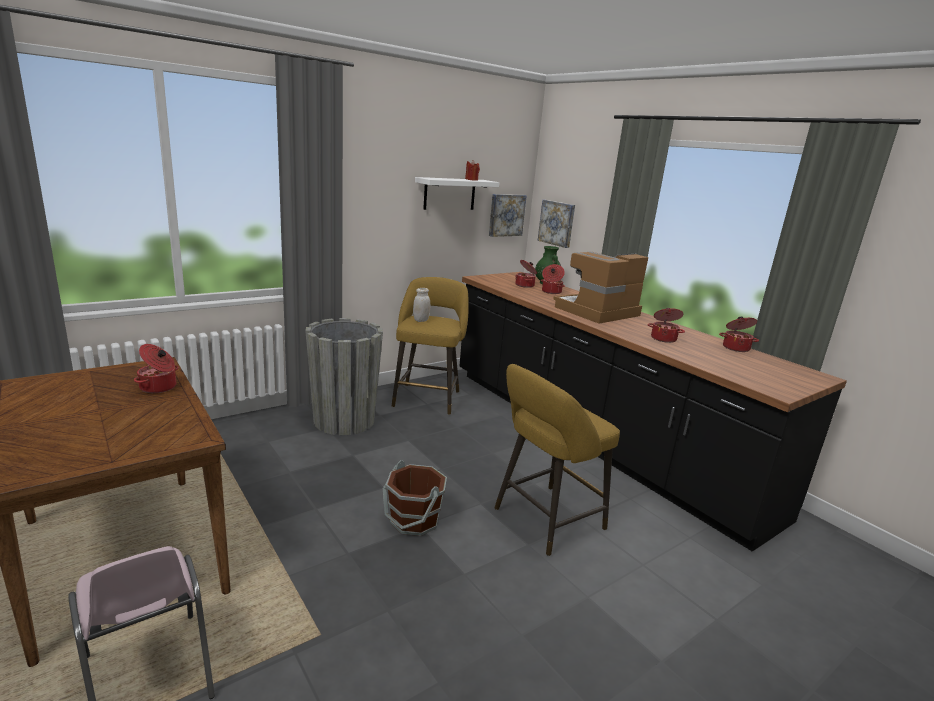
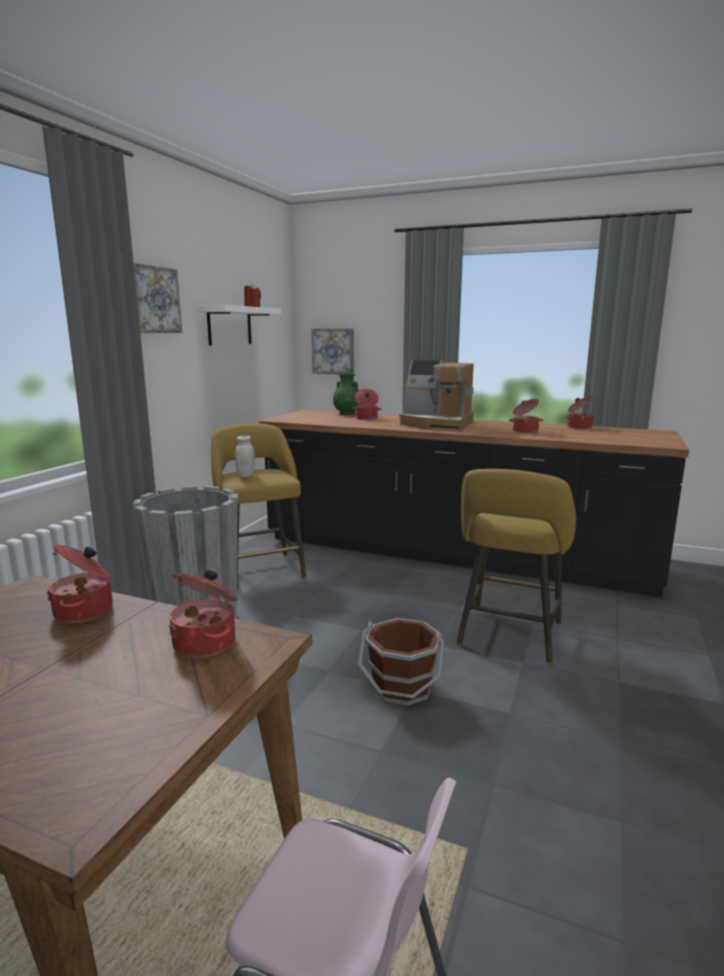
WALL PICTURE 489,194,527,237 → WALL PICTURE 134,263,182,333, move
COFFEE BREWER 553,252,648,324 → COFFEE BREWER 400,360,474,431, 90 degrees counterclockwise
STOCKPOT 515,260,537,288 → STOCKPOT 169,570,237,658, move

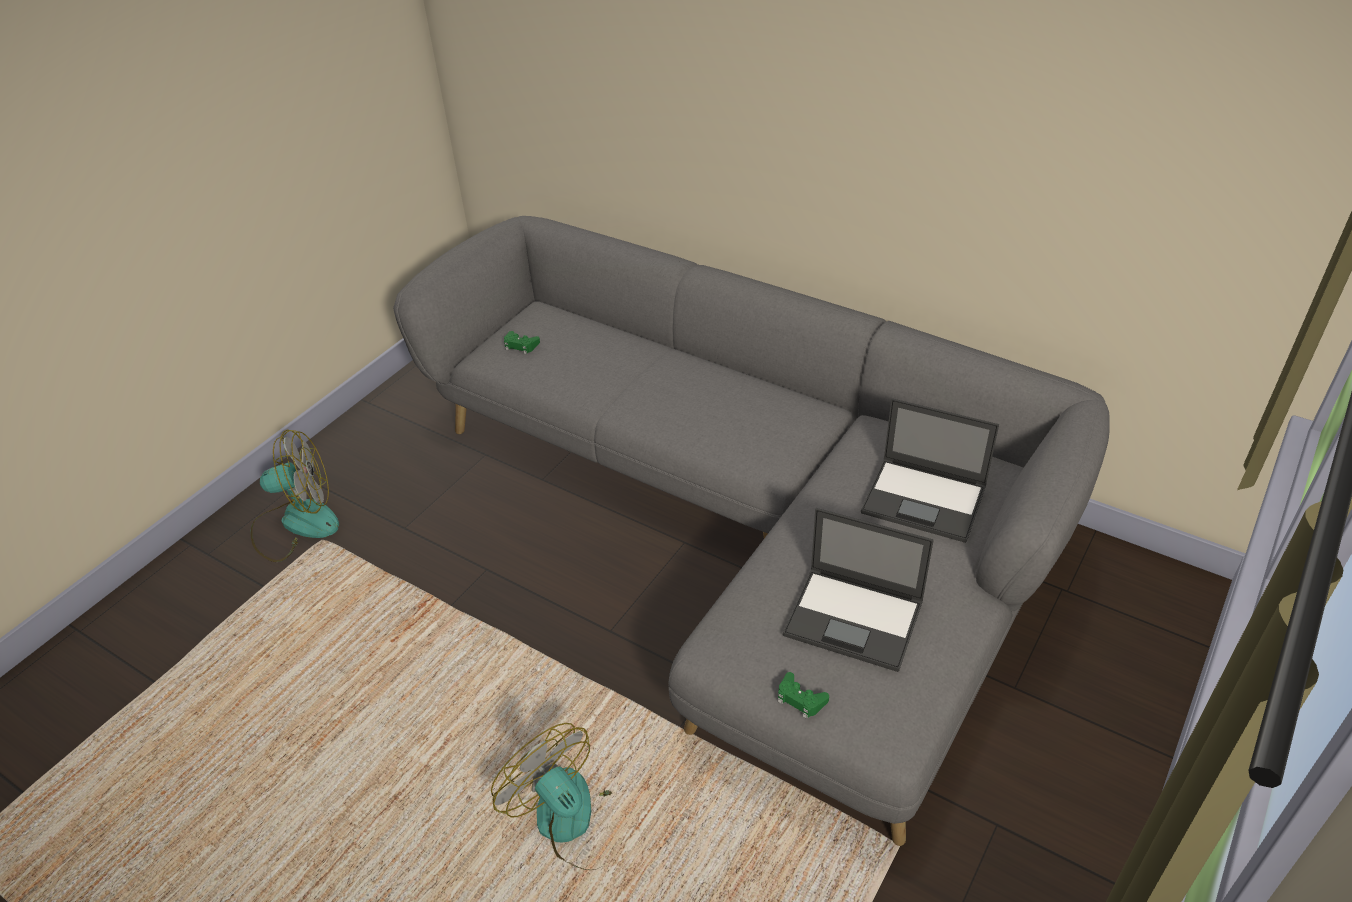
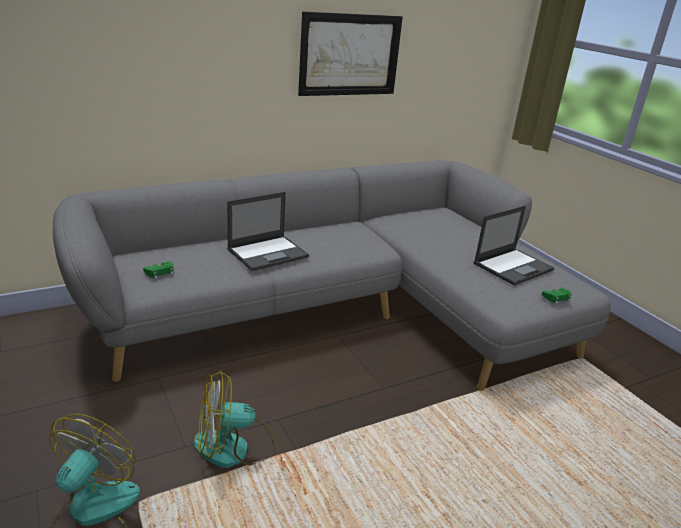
PORTABLE COMPUTER 861,398,999,543 → PORTABLE COMPUTER 227,192,309,271, move
ELECTRIC FAN 491,723,612,870 → ELECTRIC FAN 194,371,277,468, move
- → WALL PICTURE 298,12,403,96

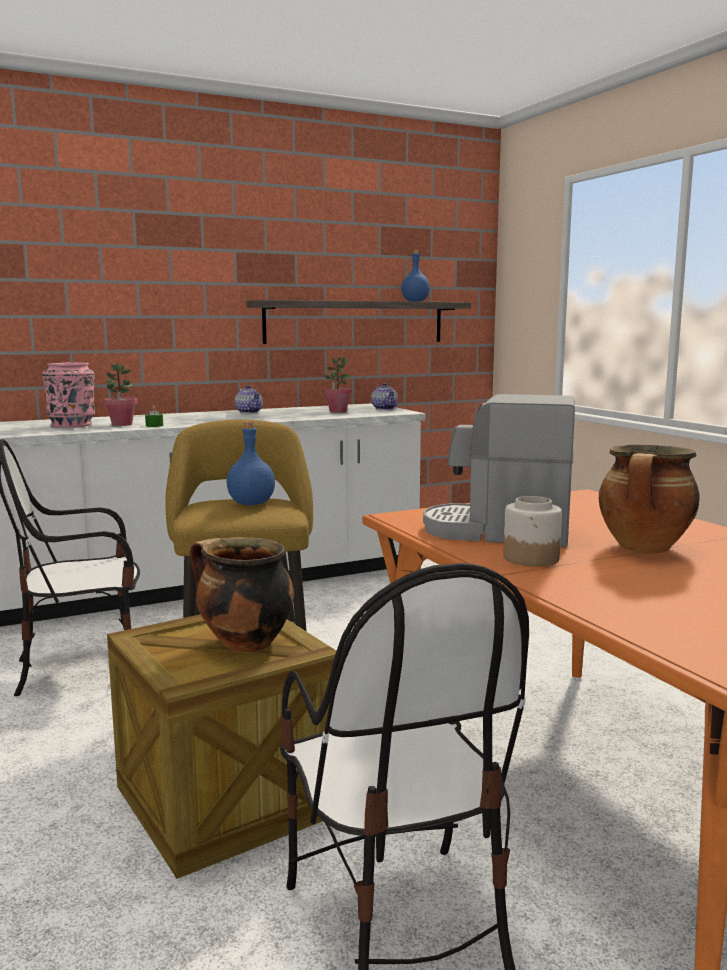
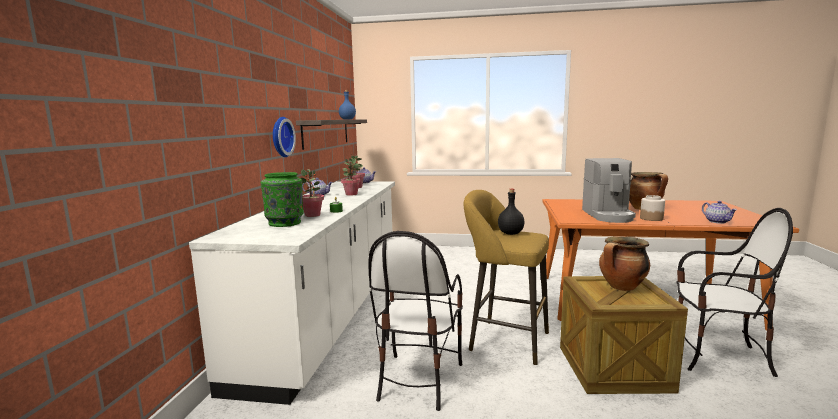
PINK-COLOURED VASE 42,362,95,428 → GREEN VASE 261,172,304,227
COFFEE BREWER 423,394,575,547 → COFFEE BREWER 582,158,636,223, 45 degrees counterclockwise
BLUE DRINK BOTTLE 227,422,275,505 → BLACKISH DRINK BOTTLE 498,189,525,235
- → CLOCK ON THE WALL 273,117,296,157
- → HOUSEPLANT 341,158,361,196
- → TEAPOT 702,201,737,224

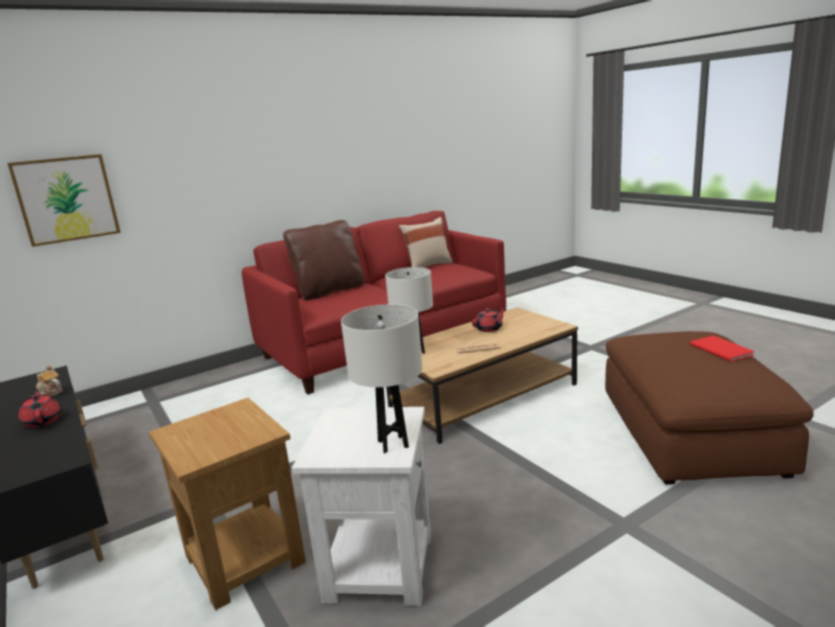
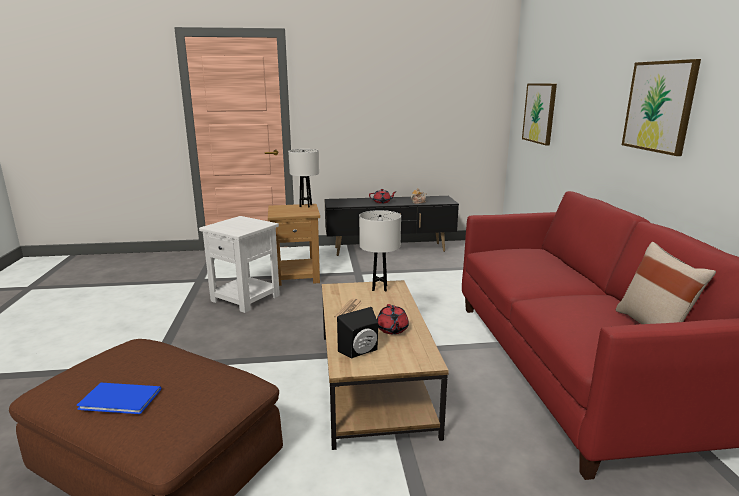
BROWN CUSHION 283,220,365,301 → -
WHITE TABLE LAMP 341,305,422,454 → WHITE TABLE LAMP 288,149,319,207, move
REDDISH BOUND BOOK 689,336,755,362 → BLUE BOUND BOOK 77,383,161,414
- → WALL PICTURE 622,59,701,156
- → BLACKISH AUDIO SPEAKER 337,307,378,358

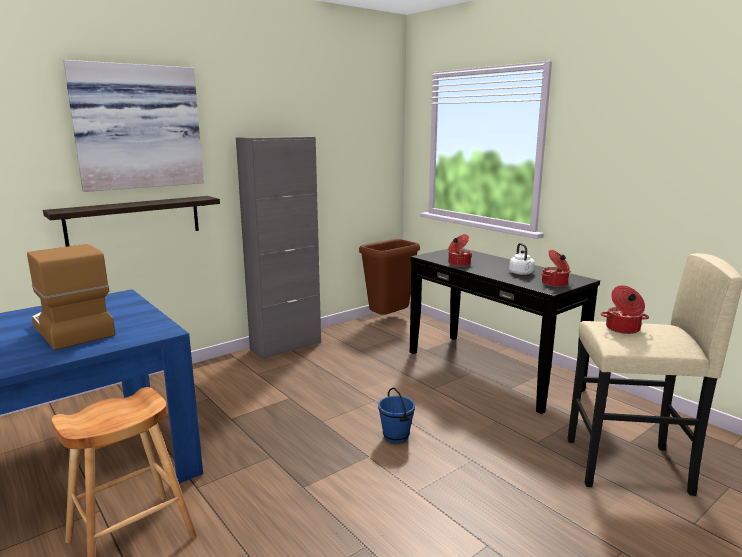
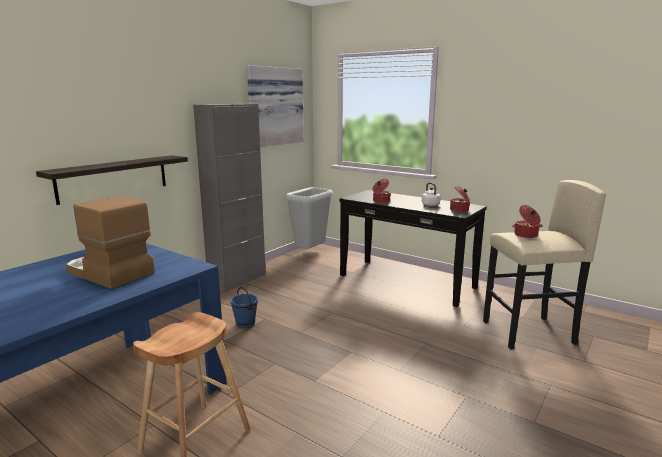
WALL PICTURE 63,60,204,192 → WALL PICTURE 247,65,304,147, move
BROWN TRASH CAN 359,239,420,315 → GREY TRASH CAN 286,187,333,249
BLUE PAIL 378,388,415,444 → BLUE PAIL 230,287,258,328, move

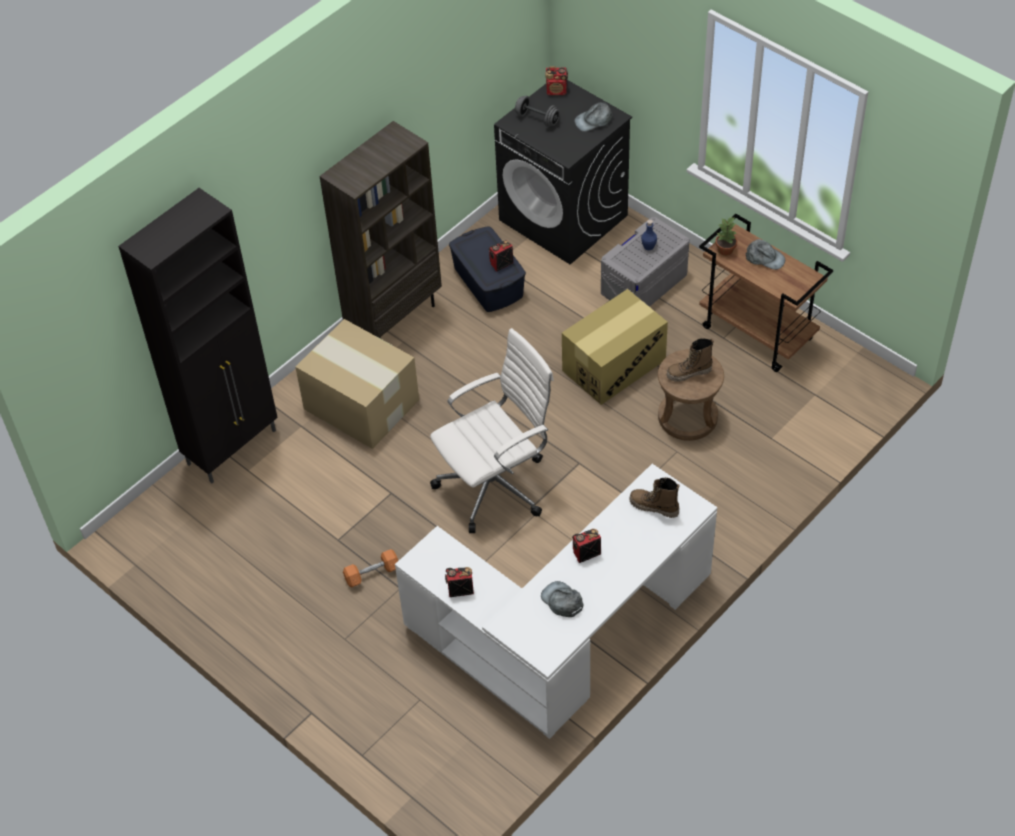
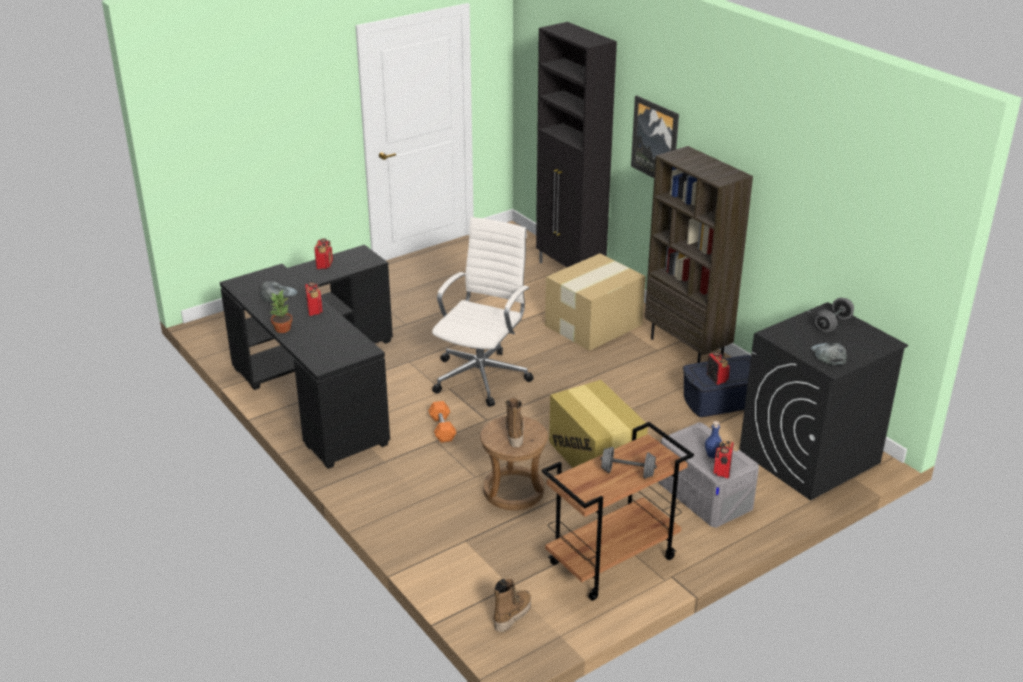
RADIO RECEIVER 545,66,568,95 → RADIO RECEIVER 713,441,734,478, move
HOUSEPLANT 715,217,737,256 → HOUSEPLANT 270,291,292,333, move
GREY PEAKED CAP 746,239,785,270 → GREY HAND WEIGHT 601,447,657,479
WHITE DESK CHAIR 430,328,554,533 → WHITE DESK CHAIR 432,217,534,407, 135 degrees counterclockwise
WHITE DESK TABLE 395,464,717,739 → BLACKISH DESK TABLE 220,245,393,469
HIGH-TOP BOOT 629,477,680,518 → HIGH-TOP BOOT 493,579,531,632, move
ORANGEY HAND WEIGHT 343,549,398,588 → ORANGEY HAND WEIGHT 428,401,456,443, move
- → WALL PICTURE 631,95,679,178

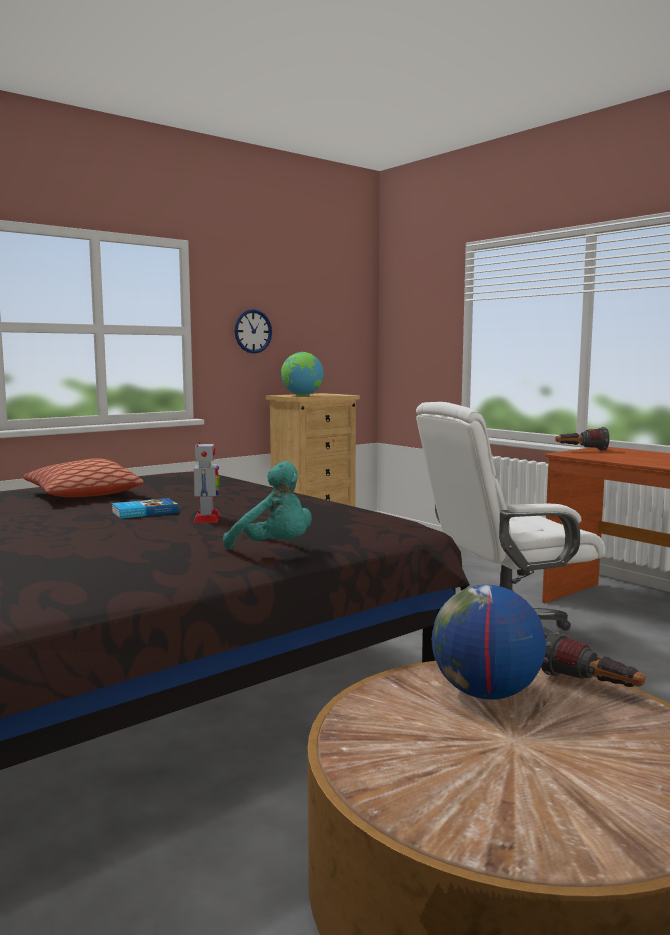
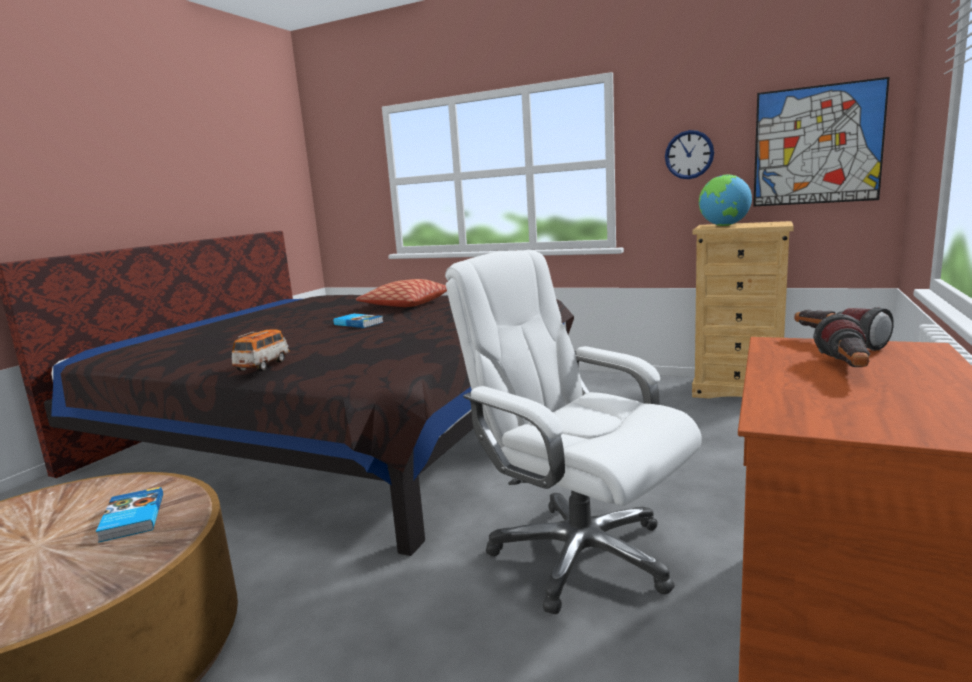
ROBOT FIGURE 193,442,220,523 → -
TURQUOISE CUDDLY TOY 223,461,312,549 → MODEL CAR 232,330,290,371
GLOBE 432,585,546,700 → BOUND BOOK 96,487,163,543
FLASHLIGHT 541,632,645,687 → FLASHLIGHT 813,314,870,367, move
- → WALL PICTURE 753,77,889,206

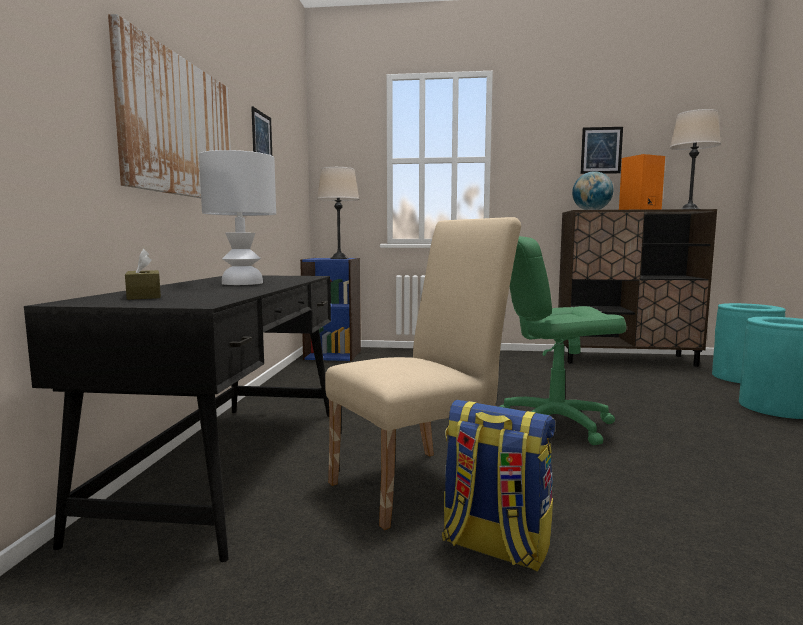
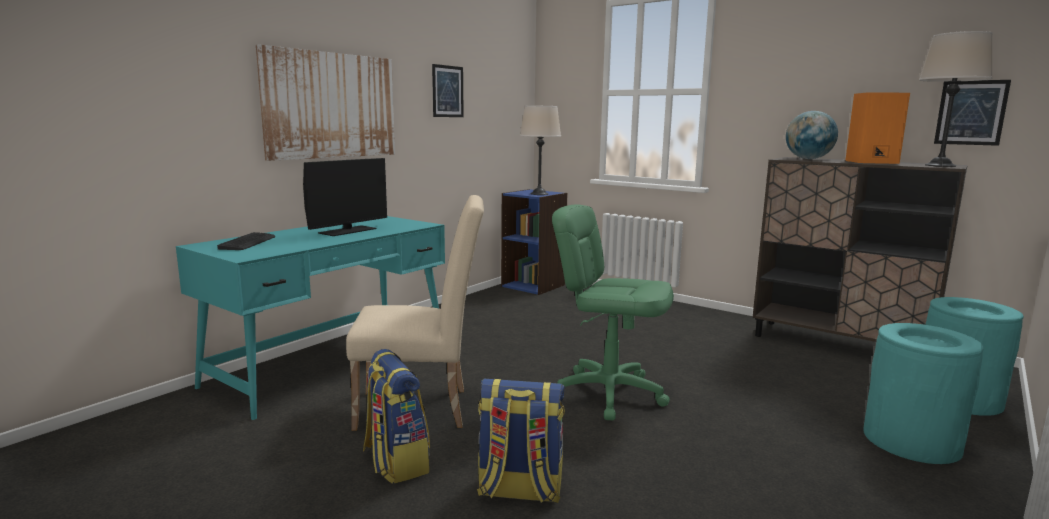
WALL PICTURE 581,127,623,174 → WALL PICTURE 934,80,1011,146, move
WHITE TABLE LAMP 199,150,276,285 → COMPUTER DISPLAY 303,158,387,236
BROWN TISSUE HOLDER 125,249,161,300 → COMPUTER KEYBOARD 217,232,275,250
BLACKISH DESK TABLE 24,275,331,562 → TURQUOISE DESK TABLE 176,216,445,420
- → BACKPACK 477,379,565,503

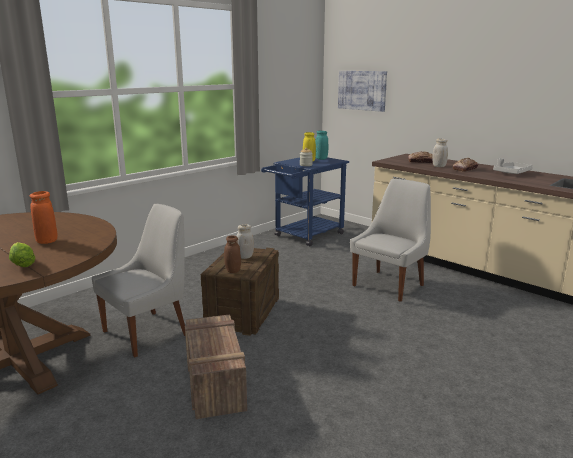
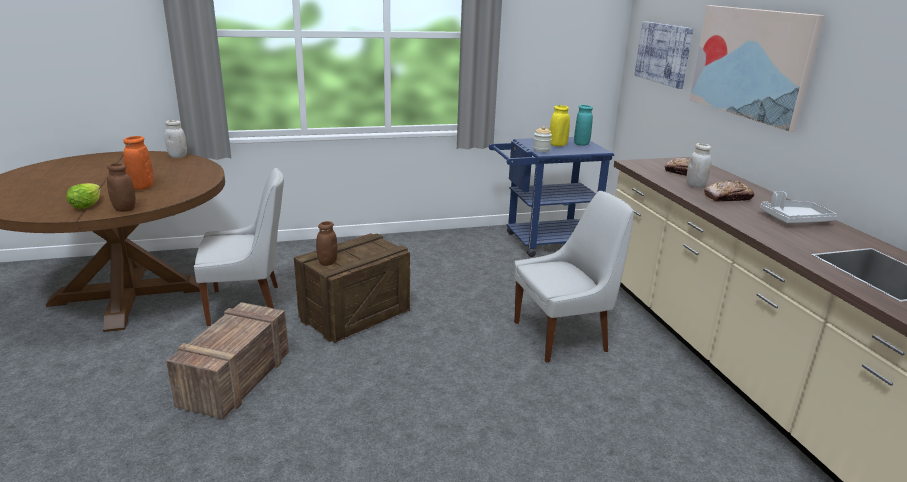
WHITE JAR 237,224,254,259 → WHITE JAR 164,120,187,158, move
- → WALL PICTURE 689,5,825,132
- → BROWN JAR 107,163,136,212

